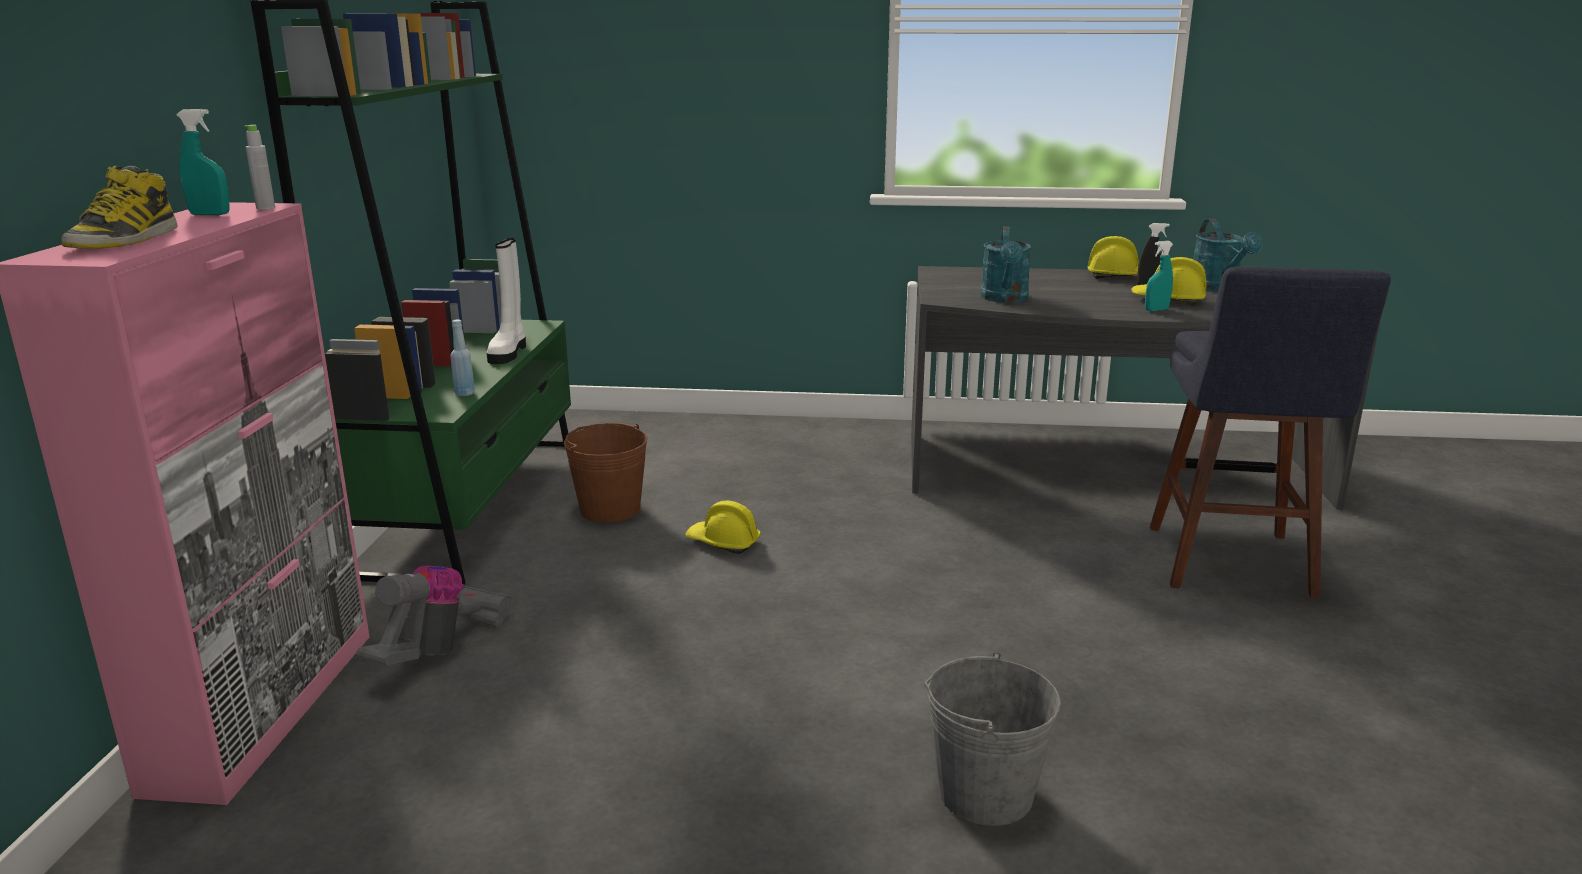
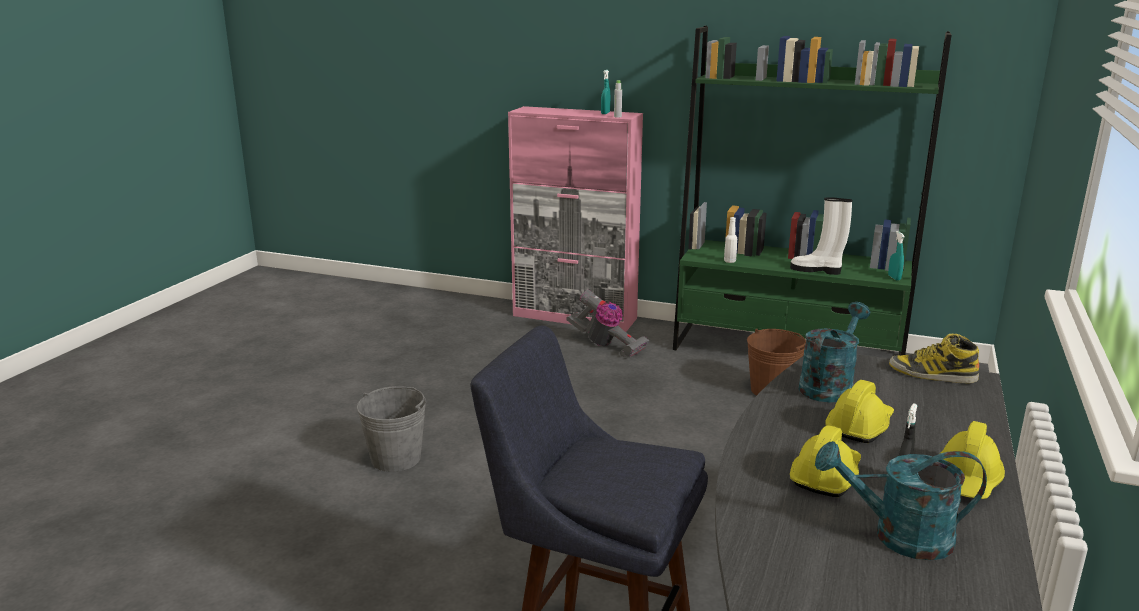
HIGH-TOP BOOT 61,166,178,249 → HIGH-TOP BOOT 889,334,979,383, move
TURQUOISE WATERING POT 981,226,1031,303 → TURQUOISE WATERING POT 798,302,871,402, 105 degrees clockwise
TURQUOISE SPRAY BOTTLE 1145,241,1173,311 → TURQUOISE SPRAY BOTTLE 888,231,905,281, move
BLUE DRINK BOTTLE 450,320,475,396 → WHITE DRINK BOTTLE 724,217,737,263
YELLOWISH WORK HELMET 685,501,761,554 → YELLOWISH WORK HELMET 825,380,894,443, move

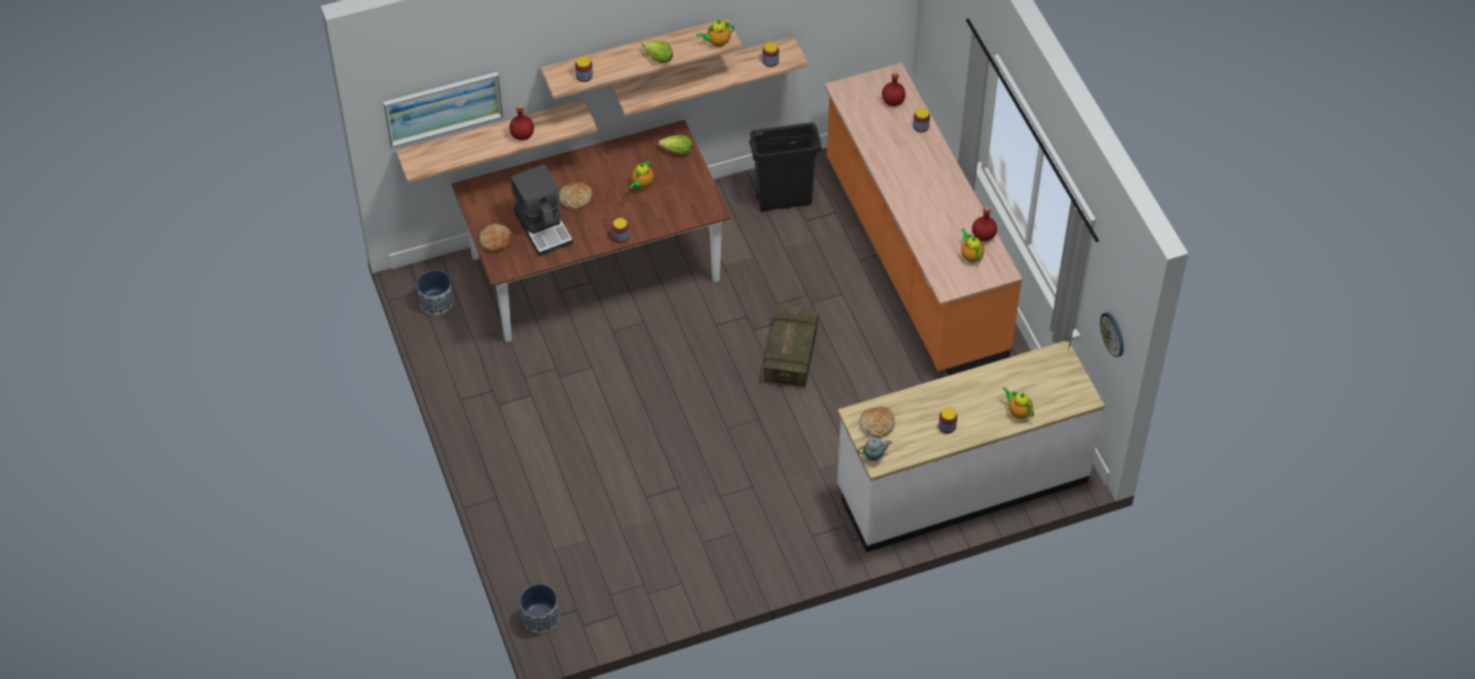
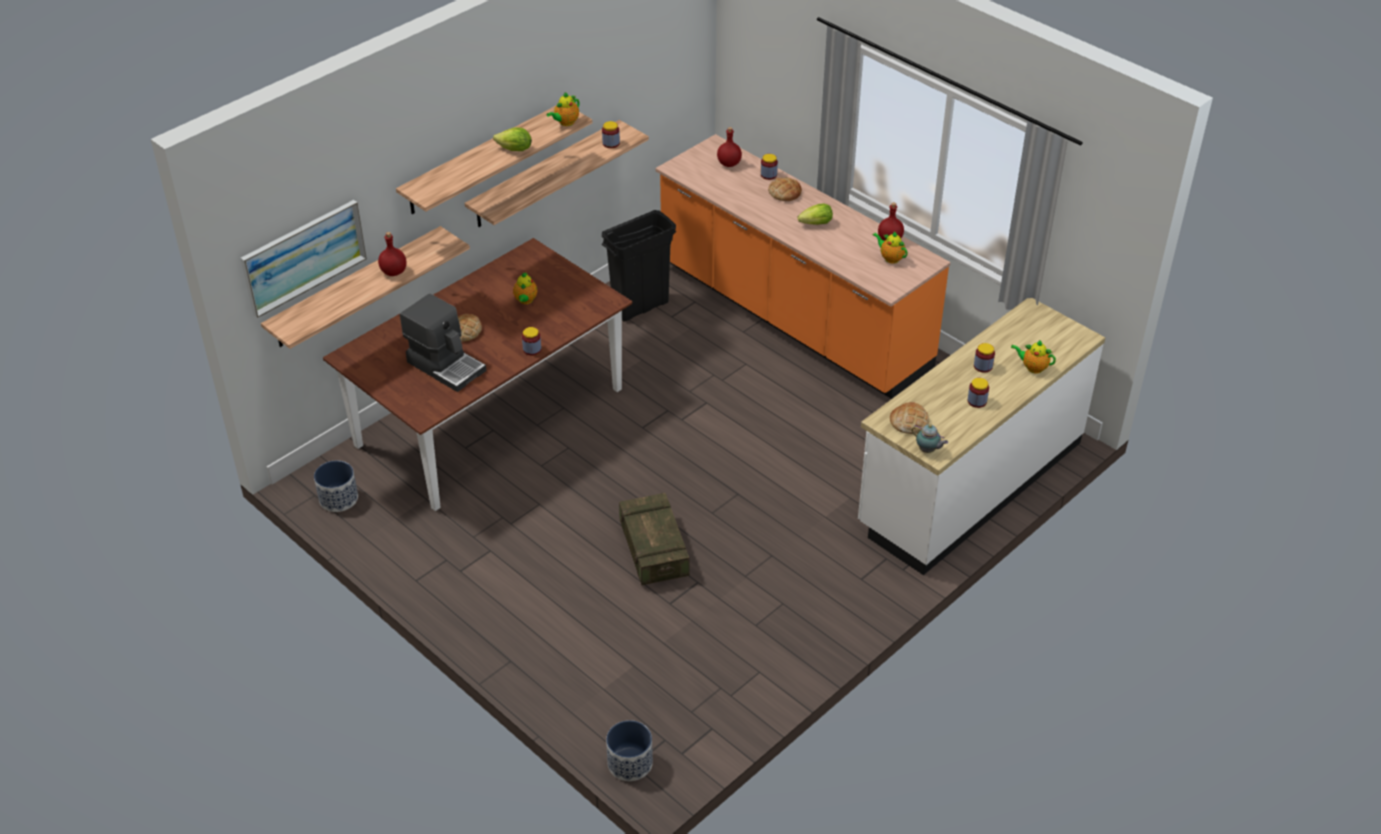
JAR 575,56,593,82 → JAR 974,343,995,372, move
LETTUCE HEAD 658,135,692,155 → LETTUCE HEAD 798,203,833,225, move
BAKERY BREAD 479,224,512,252 → BAKERY BREAD 768,177,802,201, move
PACKING CRATE 764,305,819,387 → PACKING CRATE 619,493,690,585, move
CLOCK ON THE WALL 1100,312,1124,358 → -
TEAPOT 857,437,892,461 → TEAPOT 911,424,948,453, 75 degrees clockwise

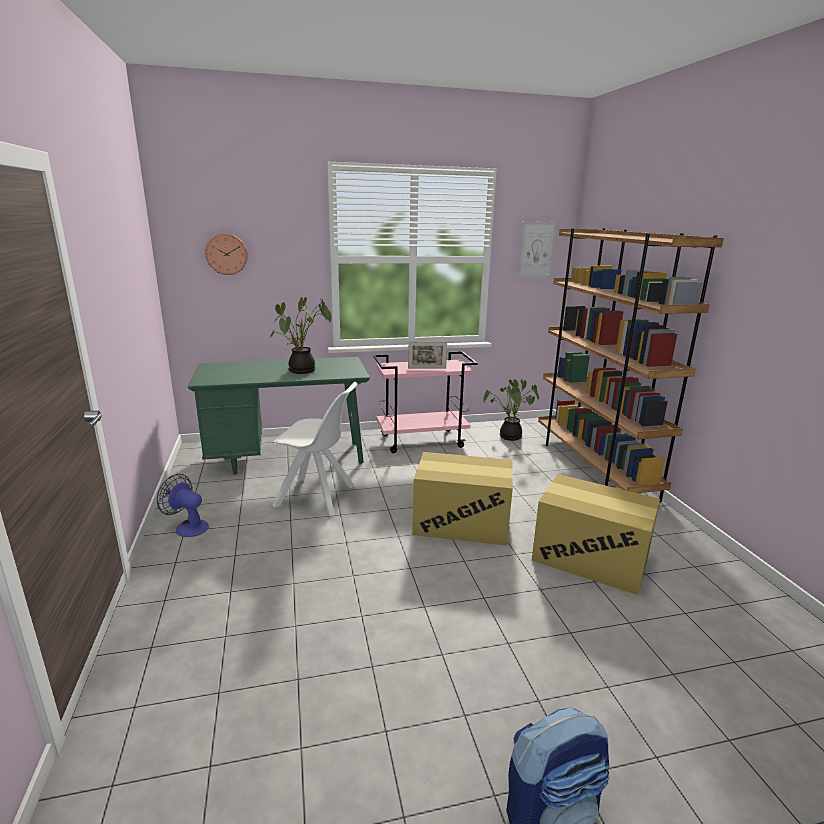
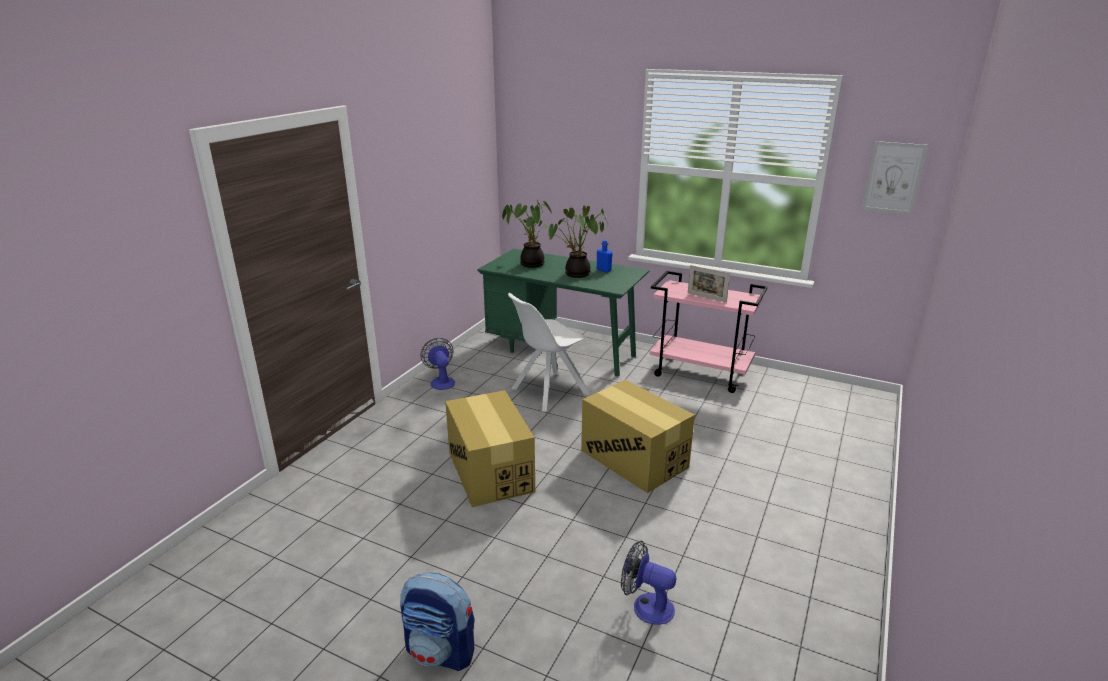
BROWN BOOKSHELF 538,228,724,502 → -
CLOCK ON THE WALL 205,233,248,275 → -
HOUSEPLANT 483,379,539,441 → HOUSEPLANT 502,200,552,268, move
WHITE CHAIR 272,382,357,516 → WHITE CHAIR 508,293,590,412, 90 degrees clockwise
CARDBOARD BOX 532,474,660,595 → CARDBOARD BOX 445,390,535,507, move
- → BLUE DRINK BOTTLE 597,240,613,272
- → ELECTRIC FAN 621,540,677,625

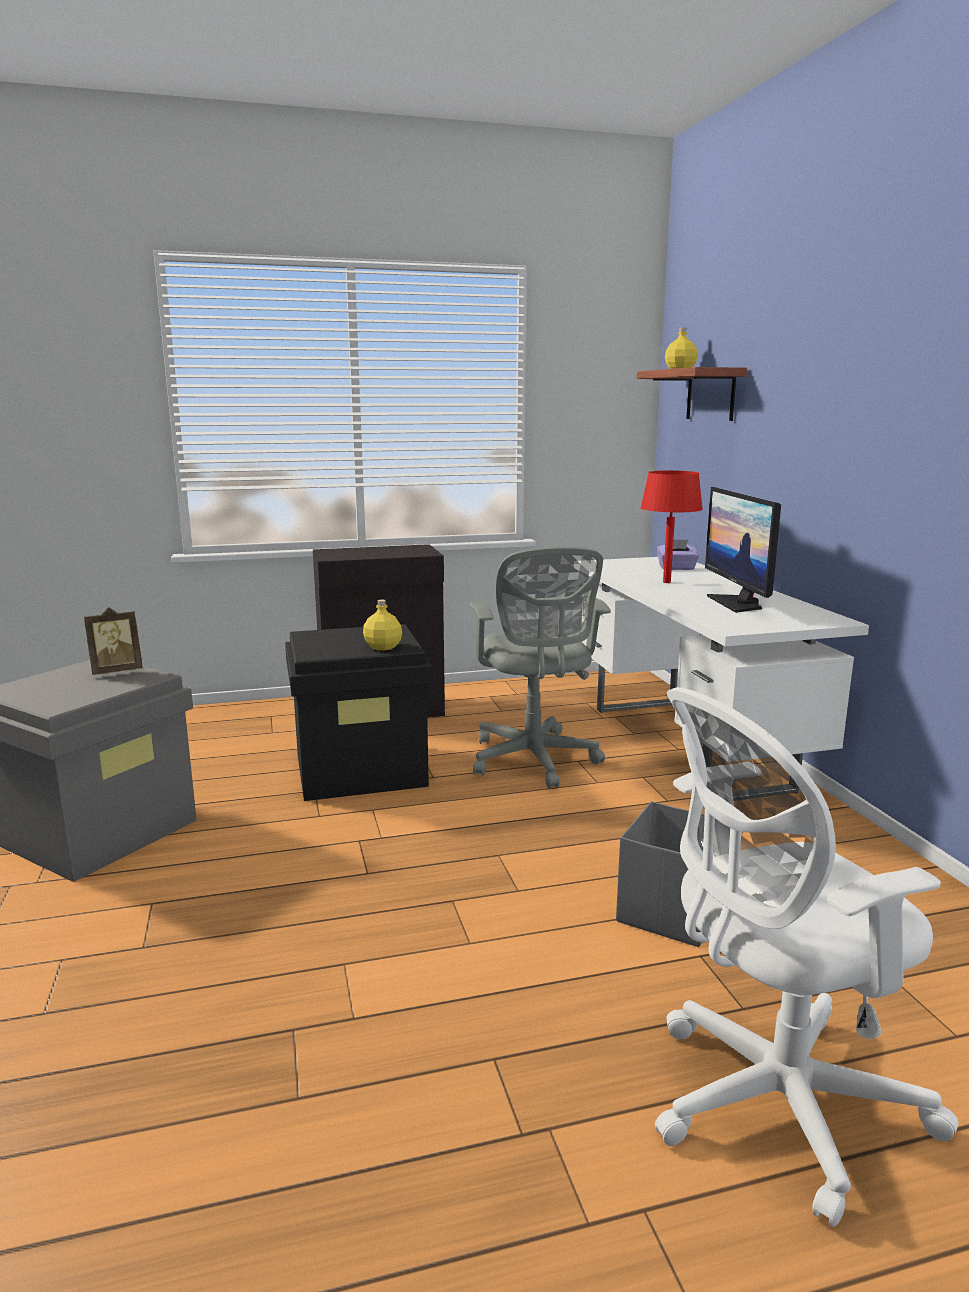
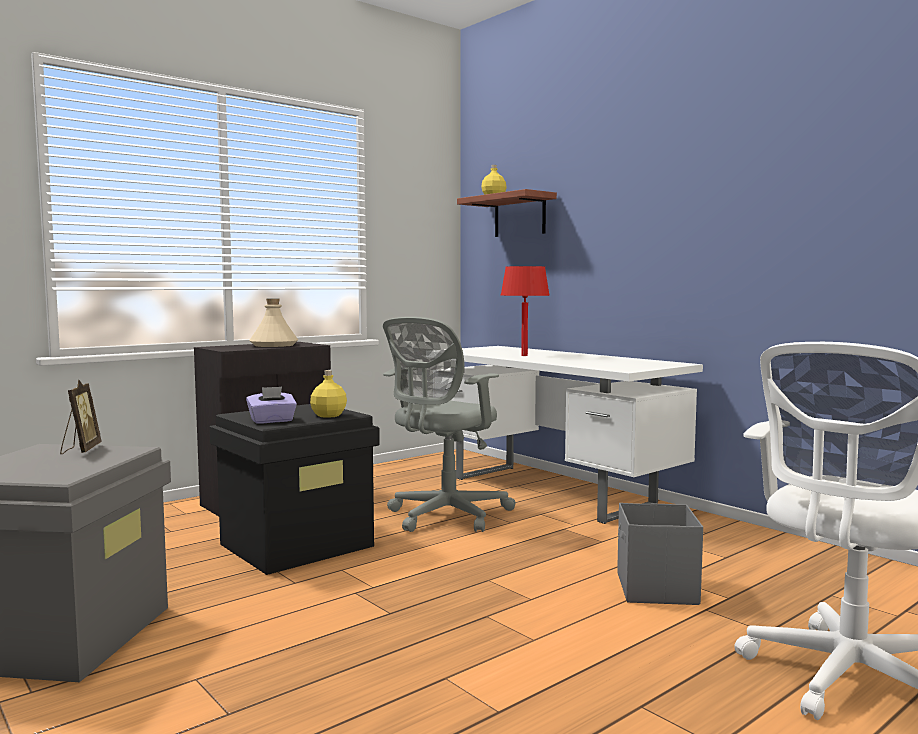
COMPUTER DISPLAY 705,487,781,613 → -
PURPLISH TISSUE HOLDER 657,540,699,570 → PURPLISH TISSUE HOLDER 246,386,297,424, move
GREY DESK CHAIR 470,547,611,789 → GREY DESK CHAIR 383,317,516,532, 75 degrees clockwise
STANDING FRAME 84,607,143,675 → STANDING FRAME 60,380,101,454, 45 degrees counterclockwise
- → SAND-COLOURED DRINK BOTTLE 249,298,298,347

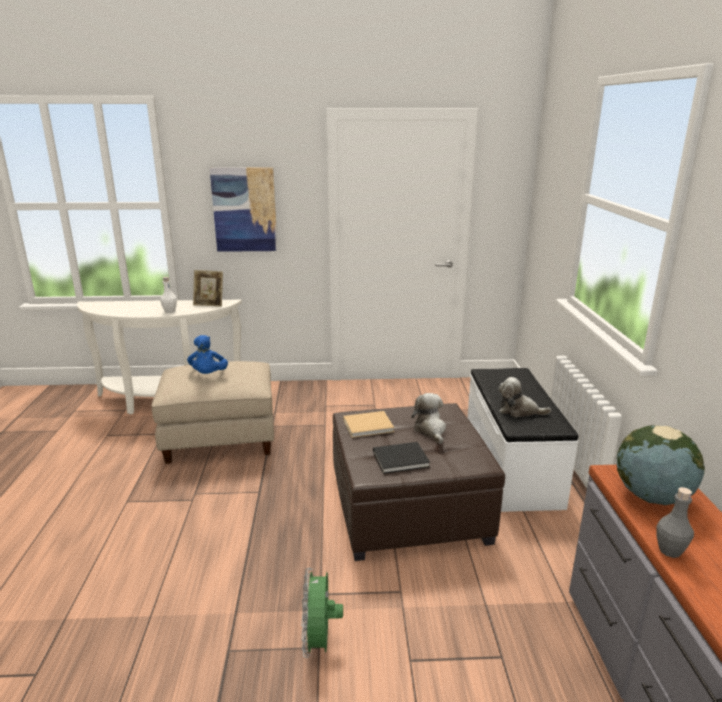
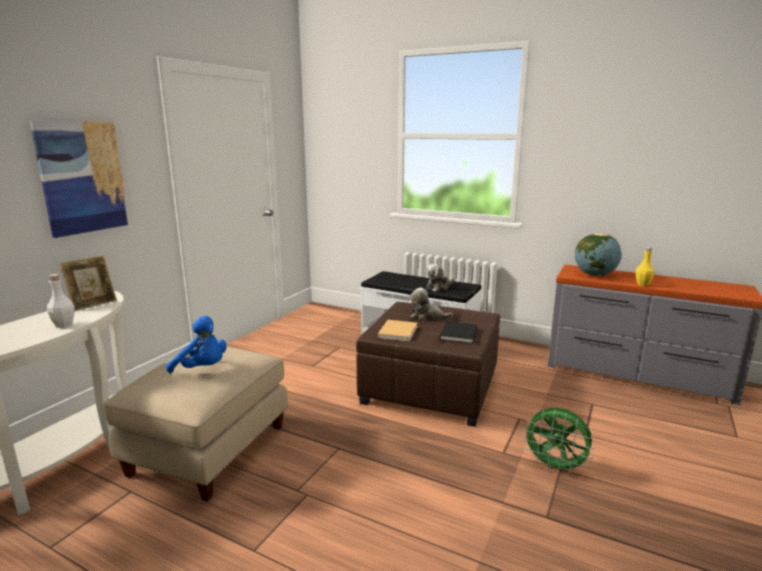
GREY DRINK BOTTLE 656,487,694,558 → YELLOWISH DRINK BOTTLE 636,247,654,286

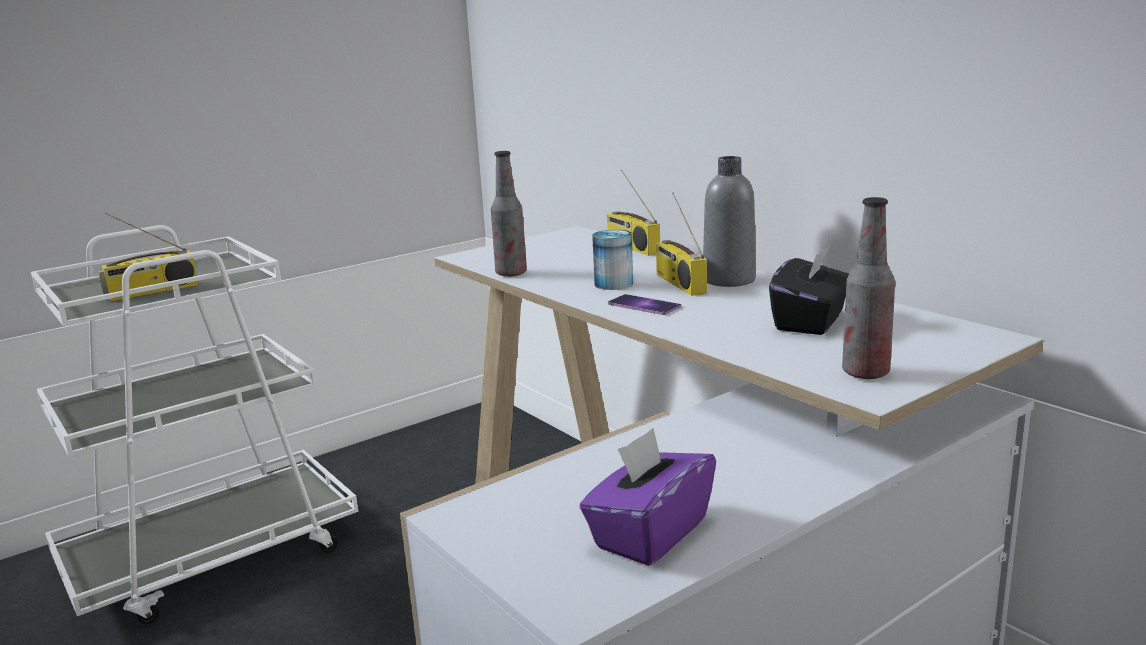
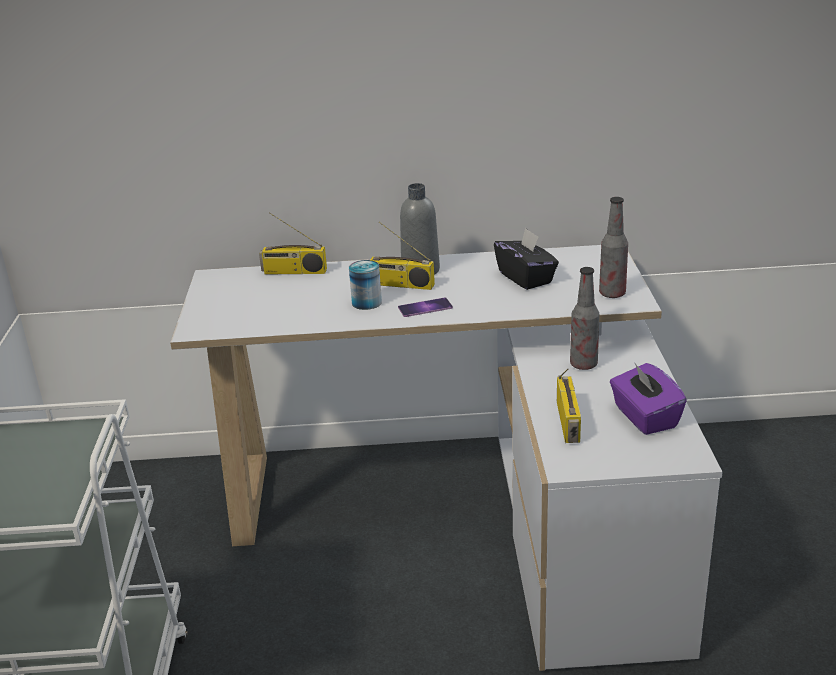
DRINK BOTTLE 491,151,527,277 → DRINK BOTTLE 570,267,600,370, move
RADIO RECEIVER 98,213,198,301 → RADIO RECEIVER 557,369,581,443, move

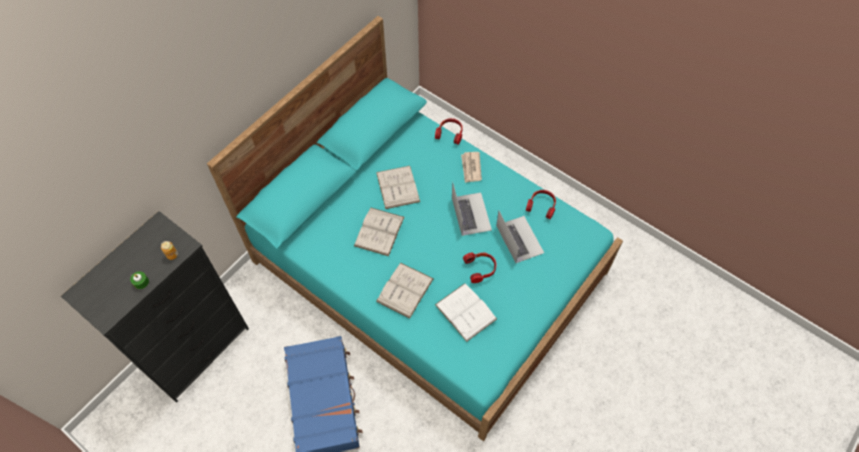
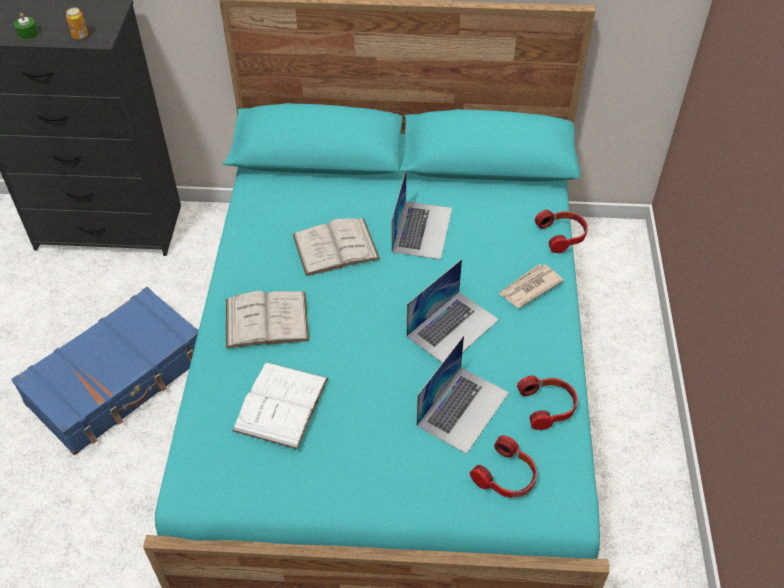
WHITE BOUND BOOK 376,166,420,209 → PORTABLE COMPUTER 392,168,452,260
HEADSET 463,253,497,283 → HEADSET 470,435,537,498, move

